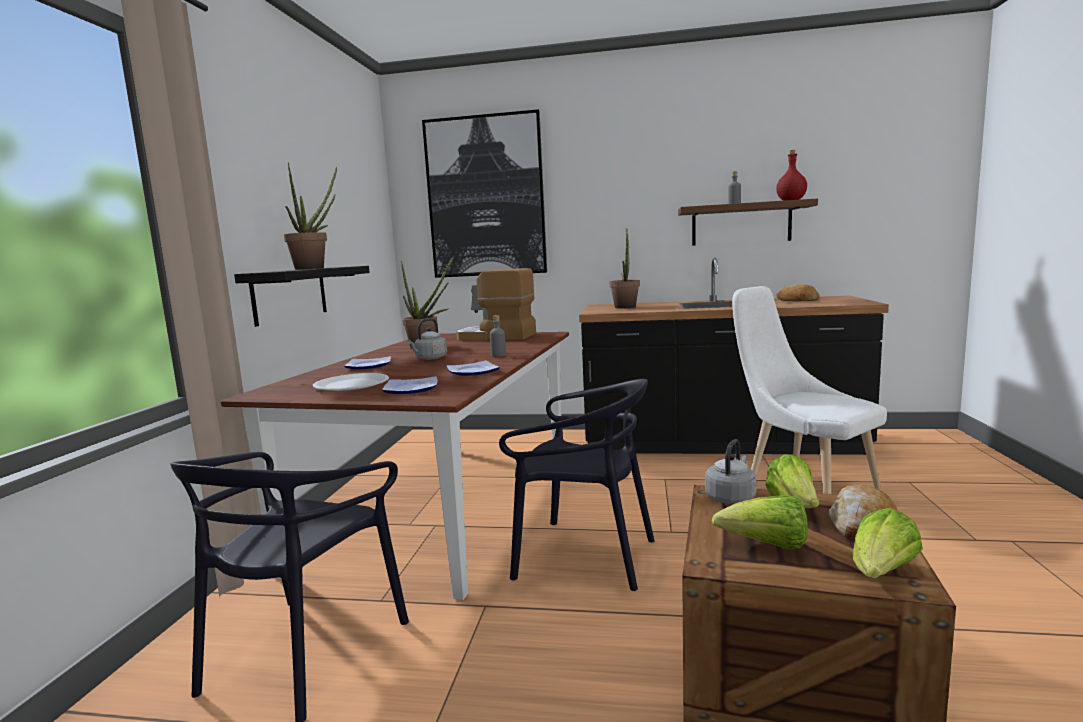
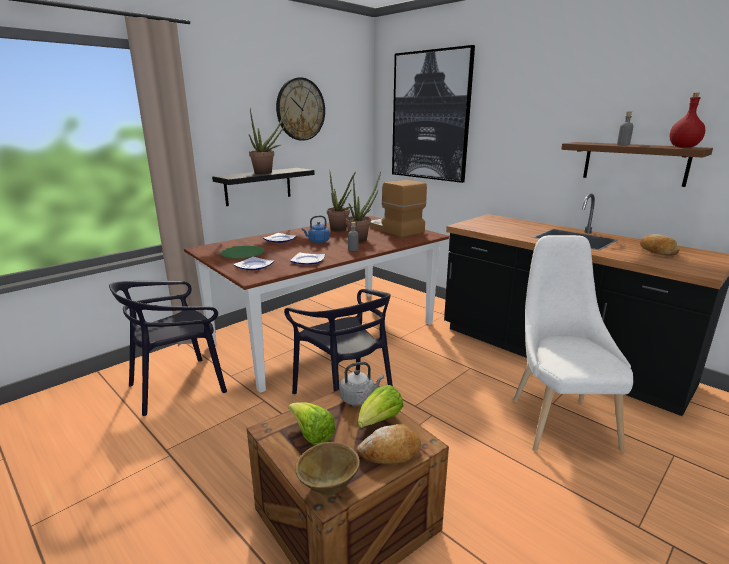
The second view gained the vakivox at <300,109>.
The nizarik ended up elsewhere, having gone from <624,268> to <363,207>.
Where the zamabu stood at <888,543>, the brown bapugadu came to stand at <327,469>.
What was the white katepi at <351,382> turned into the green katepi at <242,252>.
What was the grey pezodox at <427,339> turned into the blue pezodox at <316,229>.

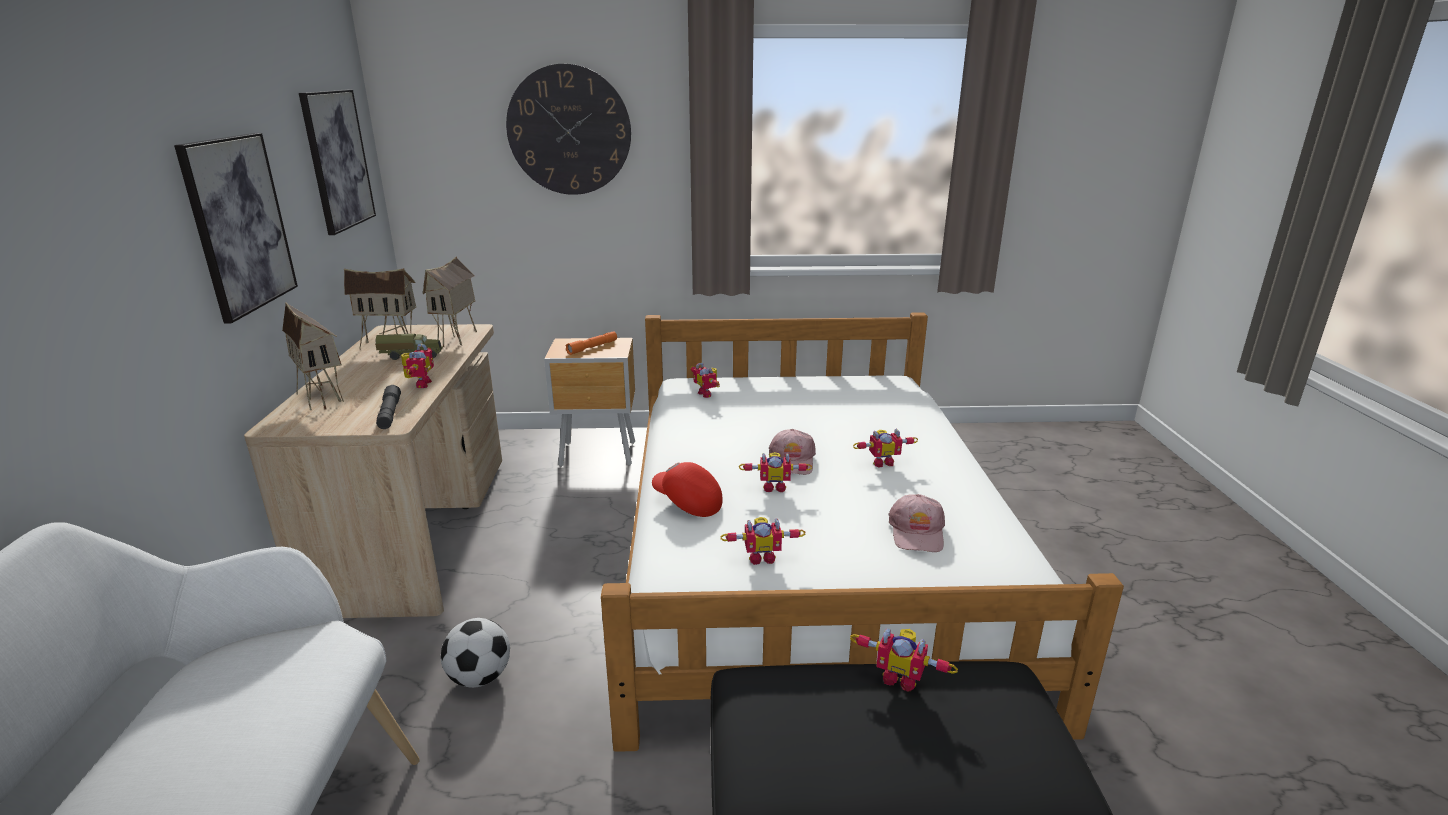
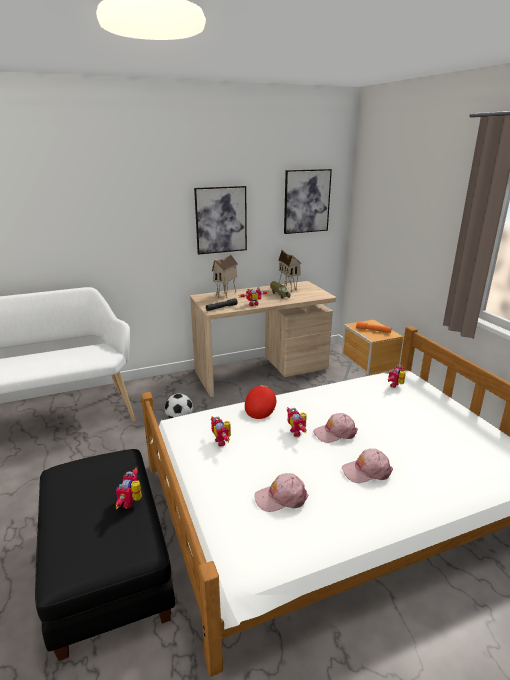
The second view lost the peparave at <450,302>.
The second view lost the vakivox at <568,129>.
Where the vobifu stood at <885,448>, the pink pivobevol came to stand at <367,466>.

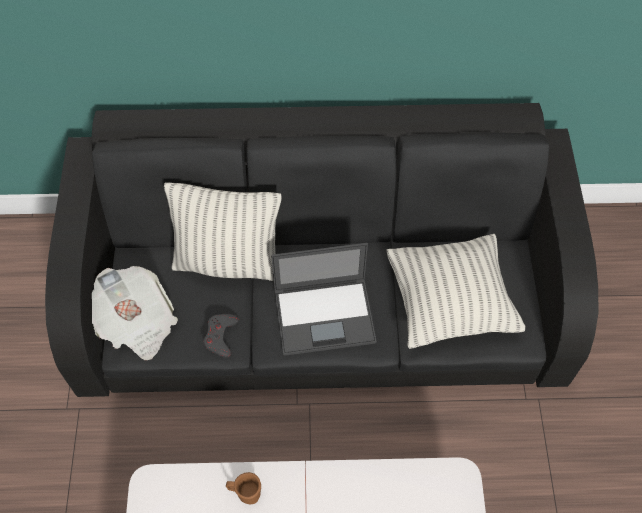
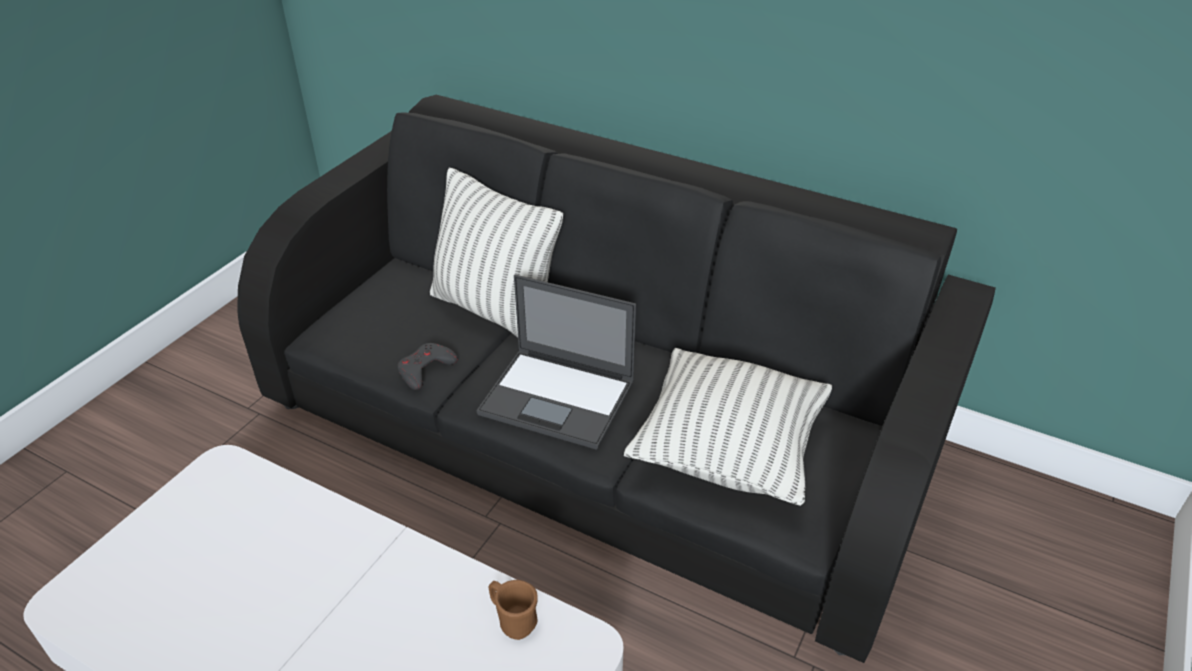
The second view lost the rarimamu at <135,313>.
The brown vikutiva ended up elsewhere, having gone from <243,488> to <513,610>.

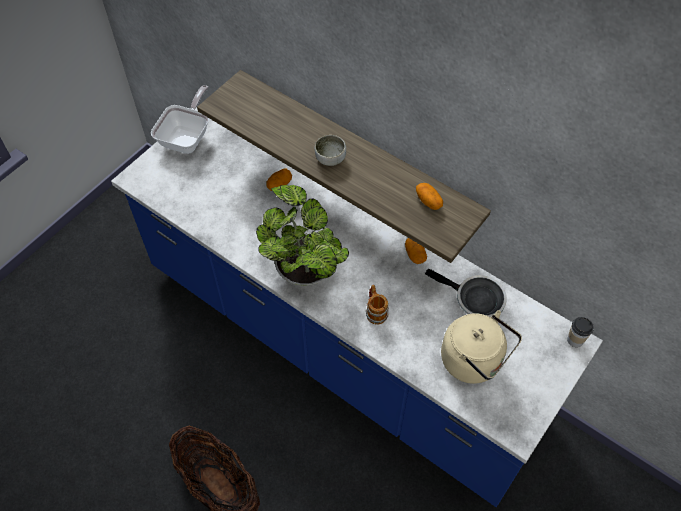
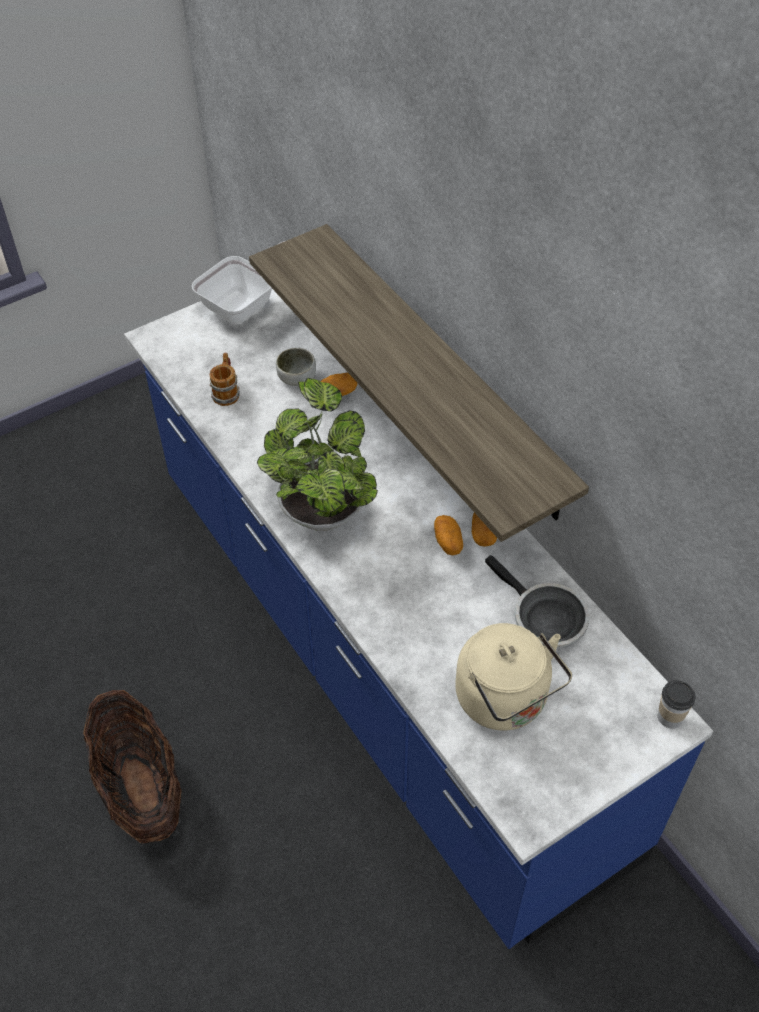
The bapugadu ended up elsewhere, having gone from <330,150> to <296,367>.
The vikutiva ended up elsewhere, having gone from <377,305> to <225,379>.
The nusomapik ended up elsewhere, having gone from <429,196> to <448,535>.

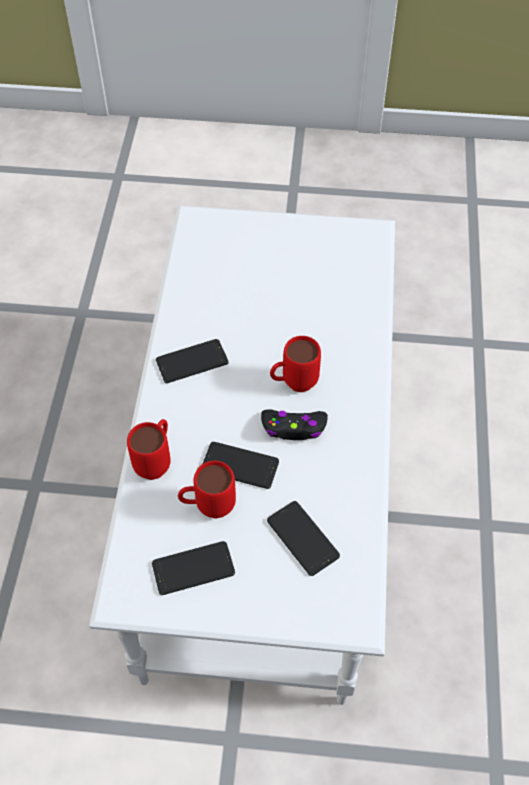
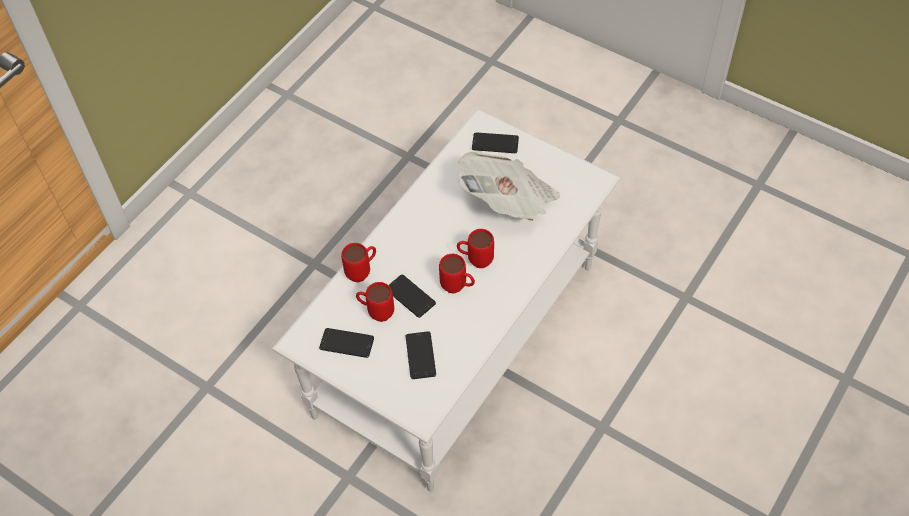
The second view gained the rarimamu at <508,186>.
The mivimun ended up elsewhere, having gone from <192,361> to <495,142>.
Where the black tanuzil stood at <294,424>, the red vikutiva came to stand at <457,273>.

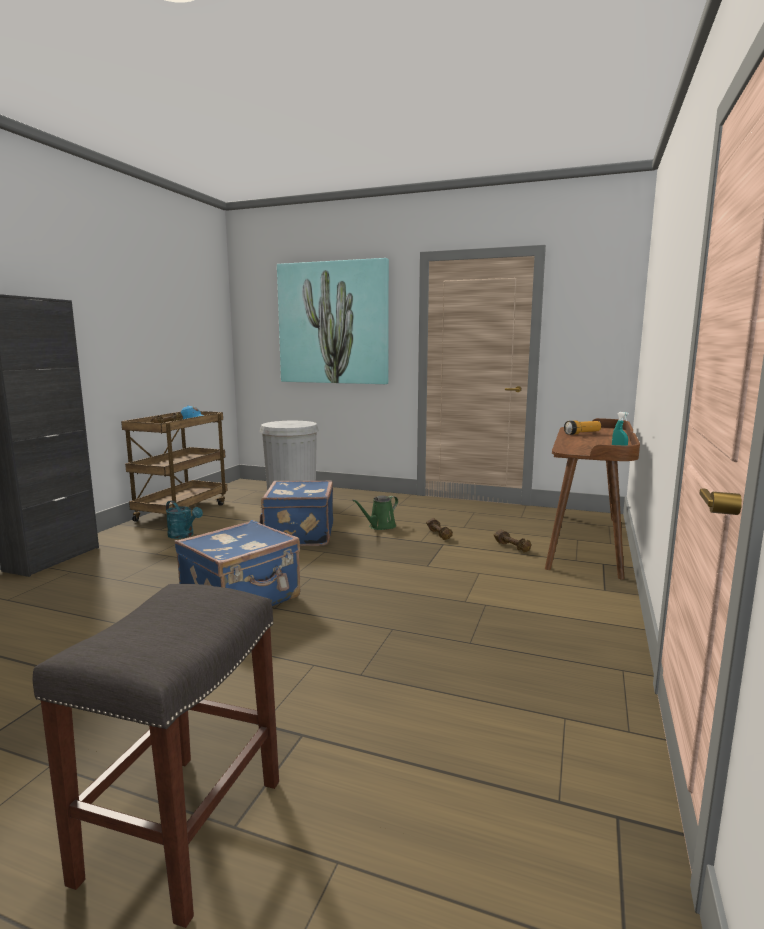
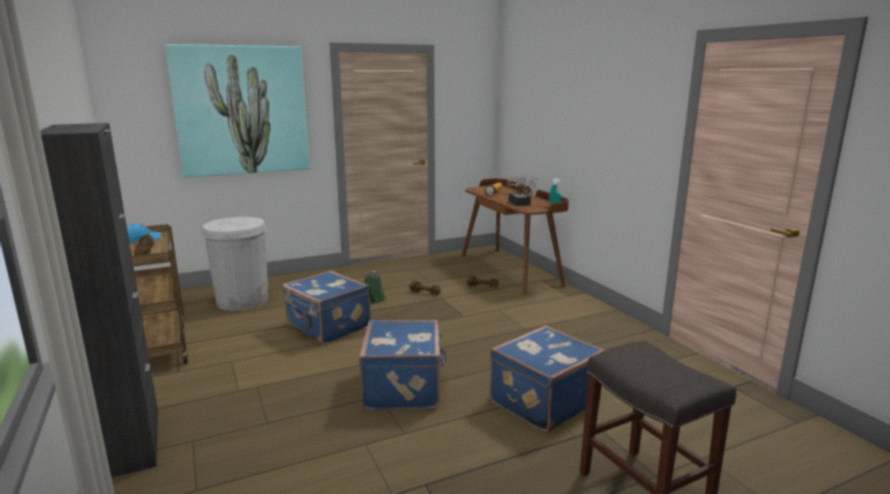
The second view lost the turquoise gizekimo at <184,520>.
The second view gained the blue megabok at <547,379>.
The second view gained the nizarik at <521,190>.

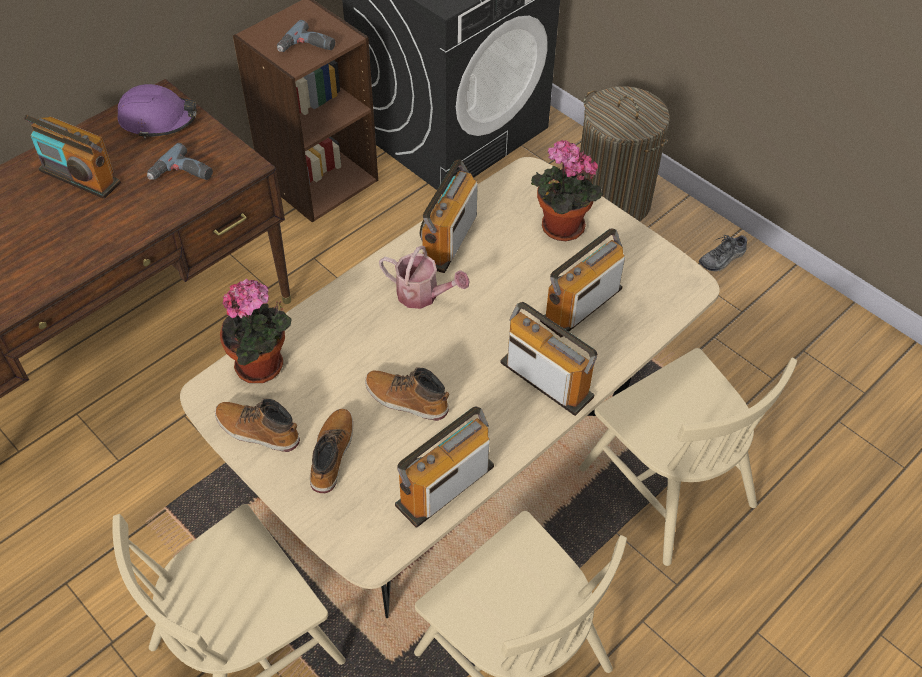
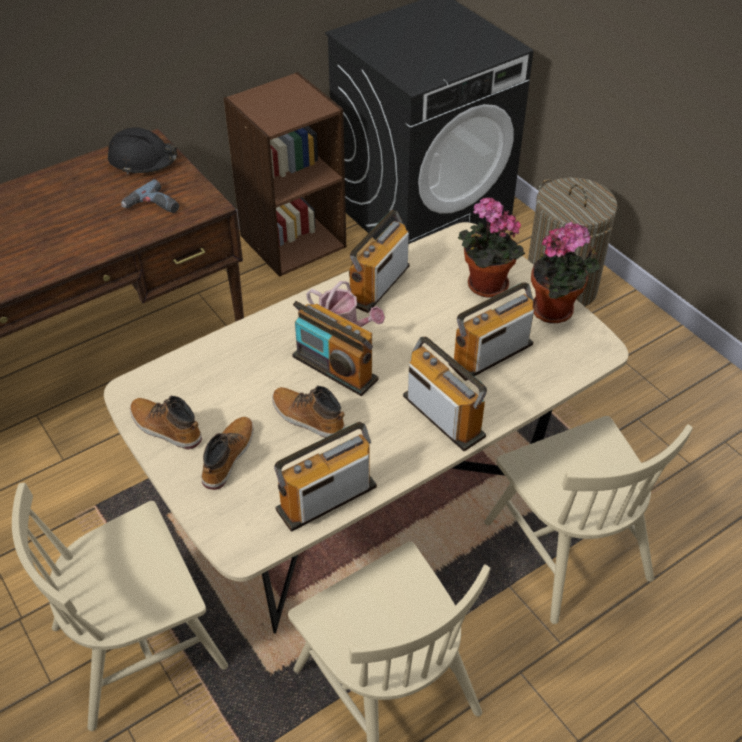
The second view lost the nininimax at <306,36>.
The second view lost the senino at <723,253>.
The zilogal ended up elsewhere, having gone from <72,157> to <335,348>.
The nizarik ended up elsewhere, having gone from <255,331> to <565,272>.
What was the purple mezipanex at <157,111> turned into the black mezipanex at <142,150>.

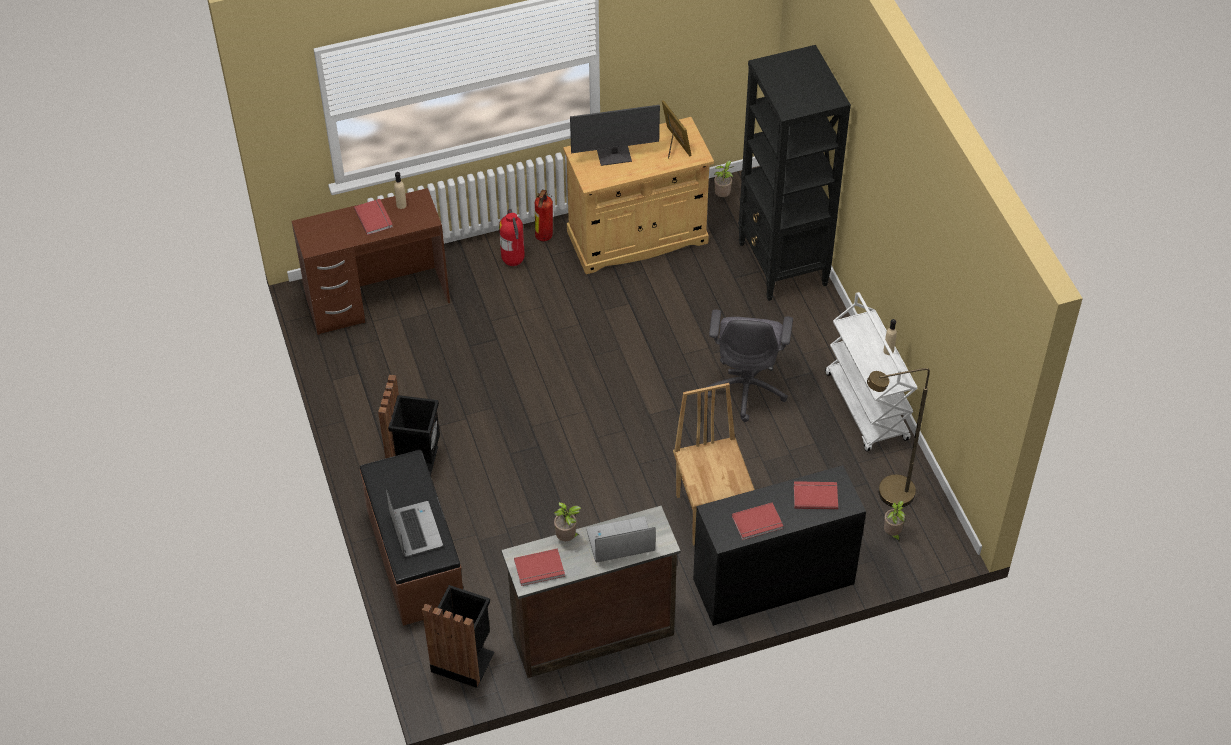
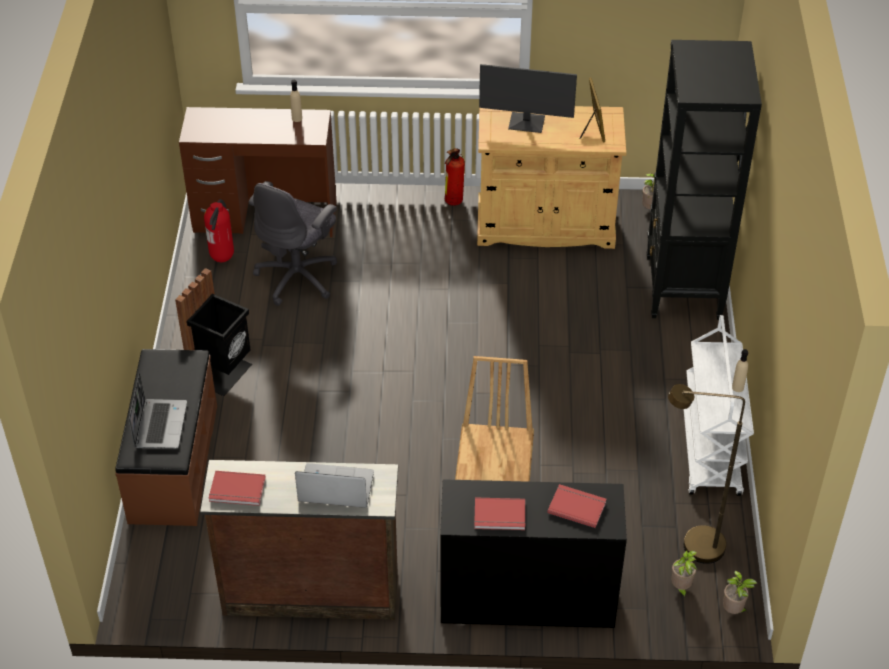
The second view lost the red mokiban at <373,217>.
The second view lost the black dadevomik at <458,636>.
The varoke ended up elsewhere, having gone from <512,237> to <219,230>.
The nizarik ended up elsewhere, having gone from <567,521> to <740,592>.
The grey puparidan ended up elsewhere, having gone from <749,365> to <293,243>.

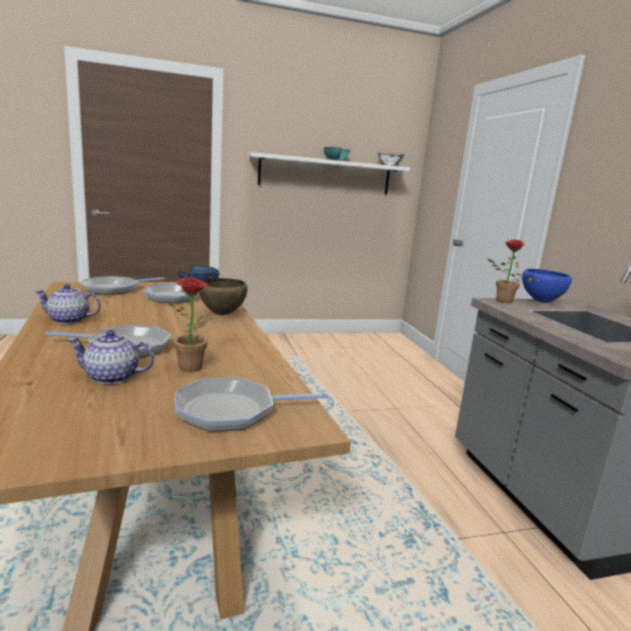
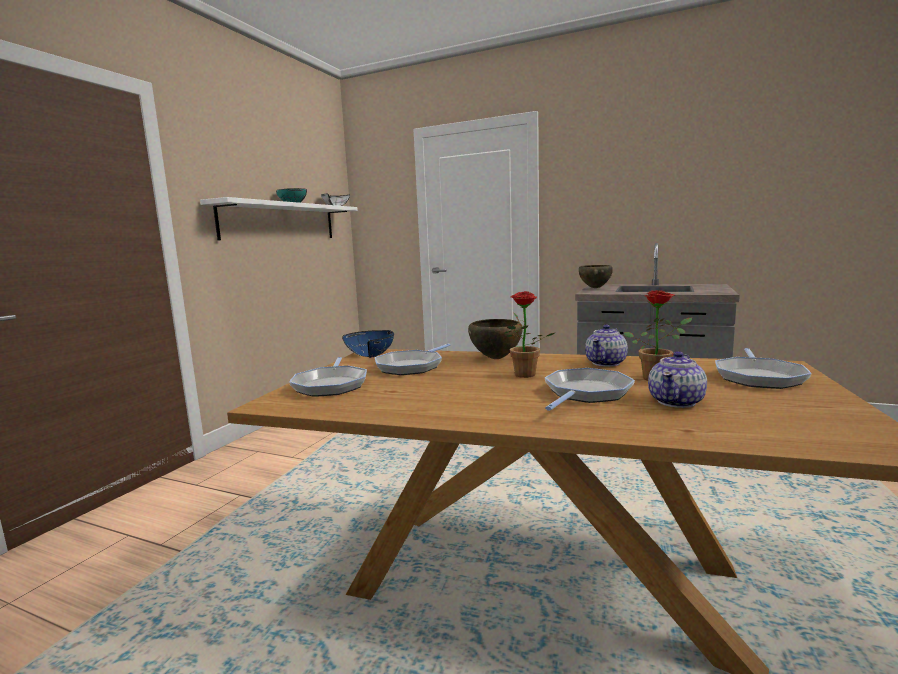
The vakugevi ended up elsewhere, having gone from <67,304> to <606,346>.
The nizarik ended up elsewhere, having gone from <511,271> to <529,334>.
What was the blue bapugadu at <547,286> turned into the brown bapugadu at <596,276>.

